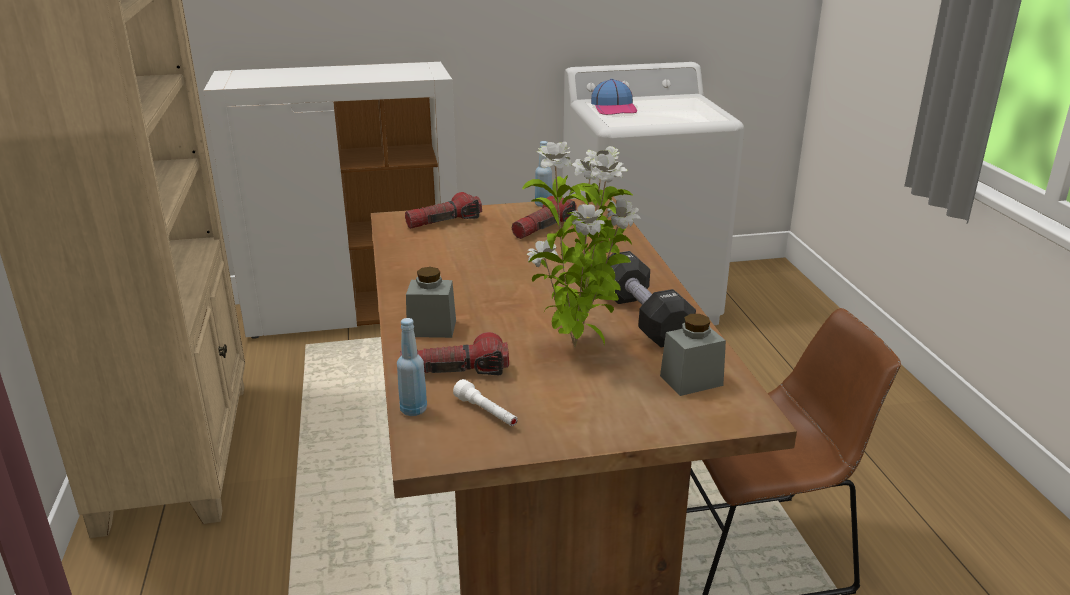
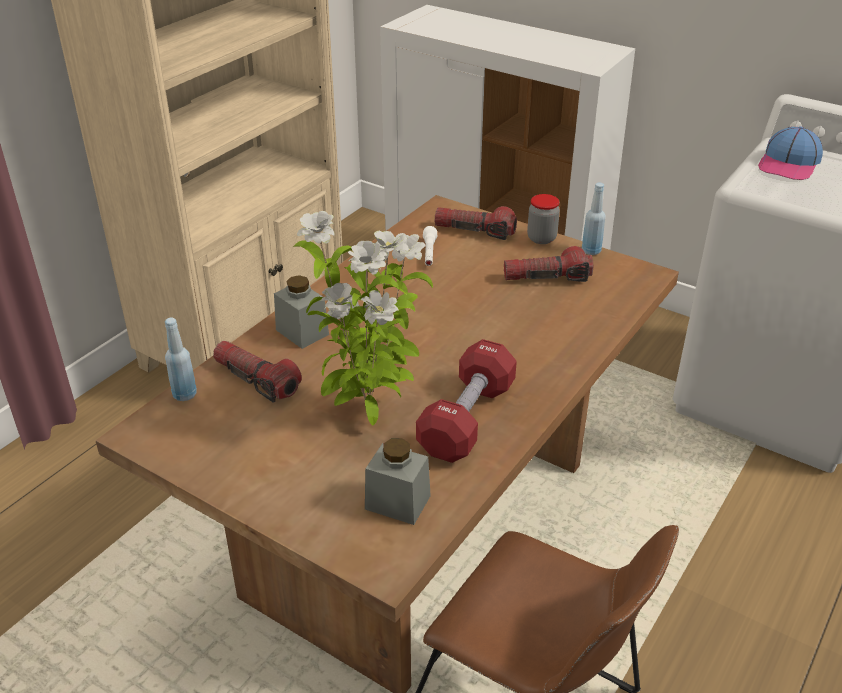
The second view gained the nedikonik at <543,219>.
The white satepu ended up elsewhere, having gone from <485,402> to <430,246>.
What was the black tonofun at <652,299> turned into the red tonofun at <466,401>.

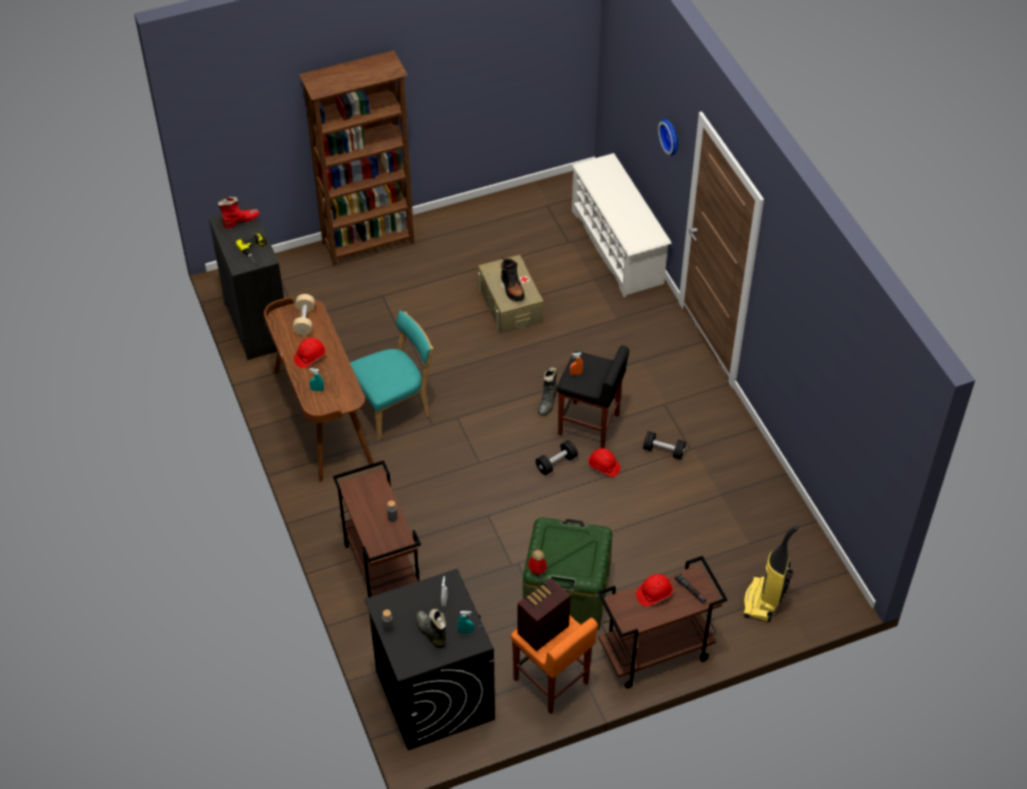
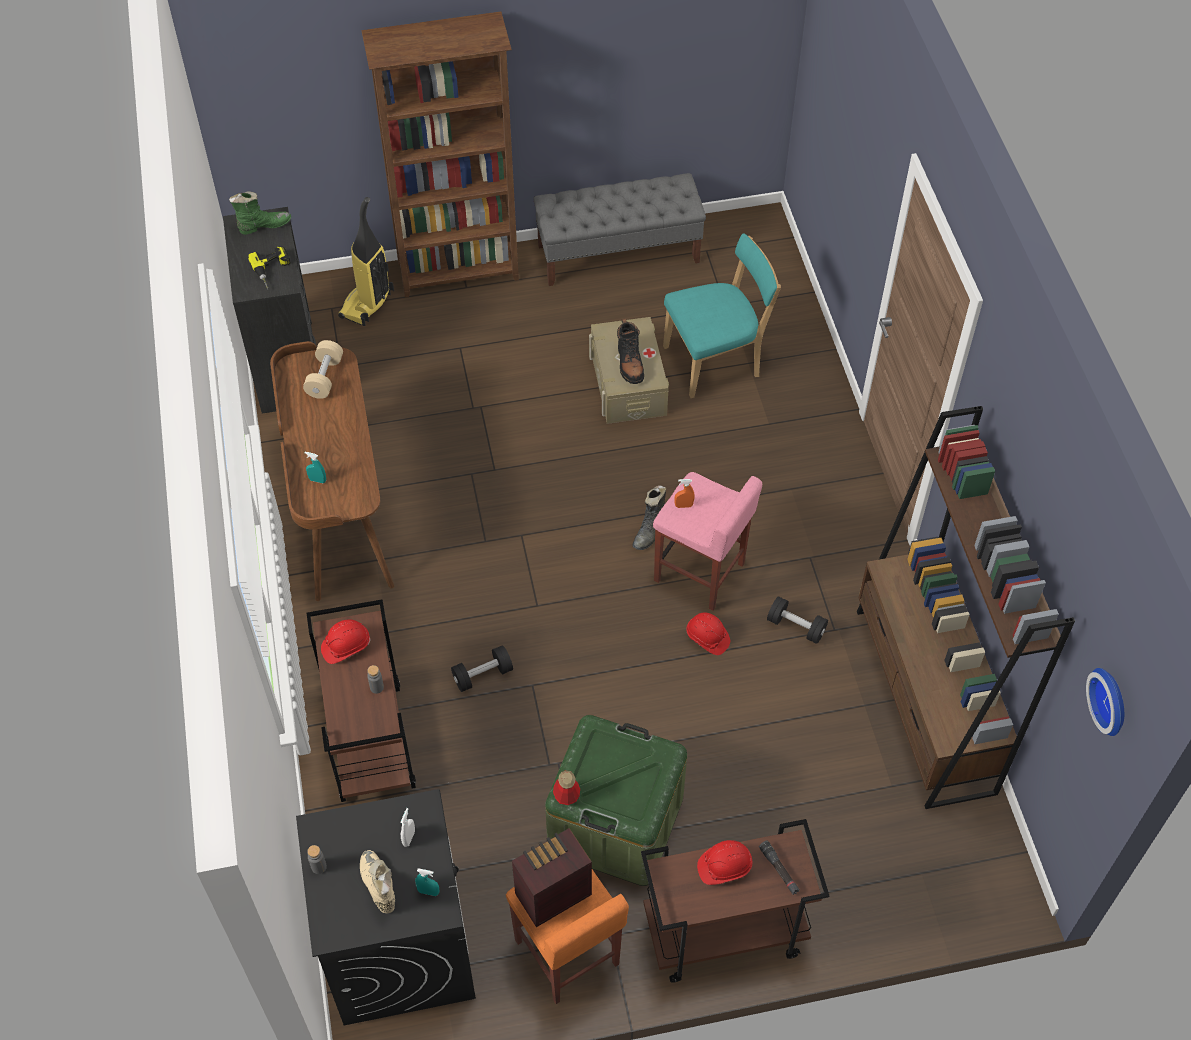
The second view lost the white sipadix at <622,225>.
The second view gained the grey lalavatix at <619,229>.
The second view gained the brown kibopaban at <966,607>.
The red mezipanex ended up elsewhere, having gone from <310,353> to <345,641>.
The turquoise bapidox ended up elsewhere, having gone from <391,375> to <722,315>.
The black tonofun ended up elsewhere, having gone from <557,457> to <482,668>.
The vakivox ended up elsewhere, having gone from <668,137> to <1105,702>.
The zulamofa ended up elsewhere, having gone from <771,573> to <366,261>.
What was the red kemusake at <239,213> turned into the green kemusake at <260,213>.
What was the black kemusake at <431,628> turned into the beige kemusake at <377,881>.
What was the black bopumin at <593,396> turned into the pink bopumin at <707,541>.

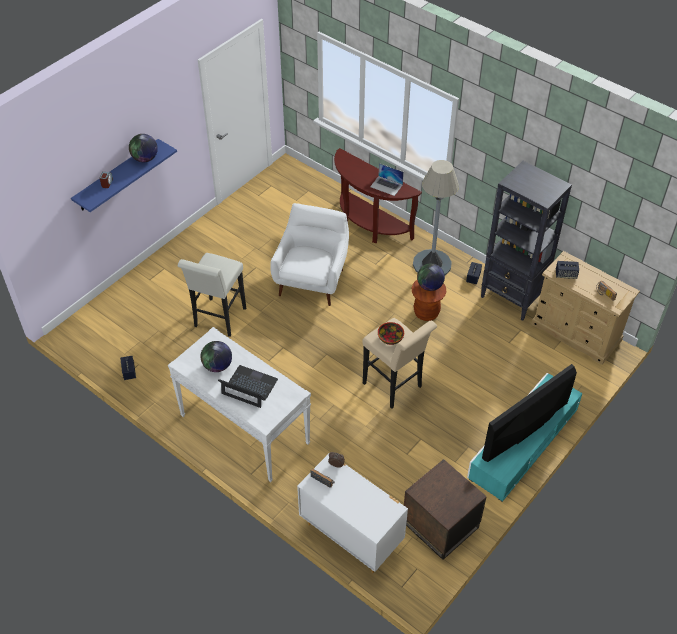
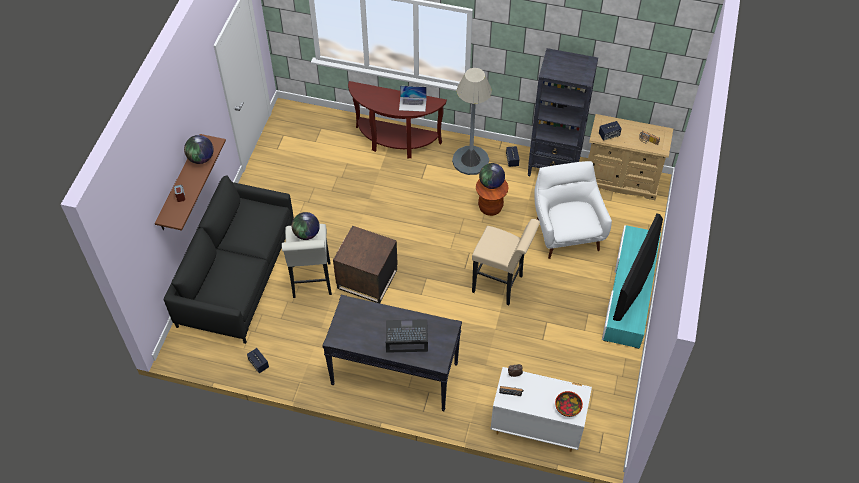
The second view gained the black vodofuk at <229,260>.
The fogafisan ended up elsewhere, having gone from <216,356> to <306,226>.
The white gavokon ended up elsewhere, having gone from <309,254> to <573,210>.
The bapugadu ended up elsewhere, having gone from <391,333> to <569,404>.
The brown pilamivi ended up elsewhere, having gone from <445,509> to <365,264>.
What was the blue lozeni at <124,175> turned into the brown lozeni at <190,182>.
What was the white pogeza at <239,404> turned into the black pogeza at <392,353>.

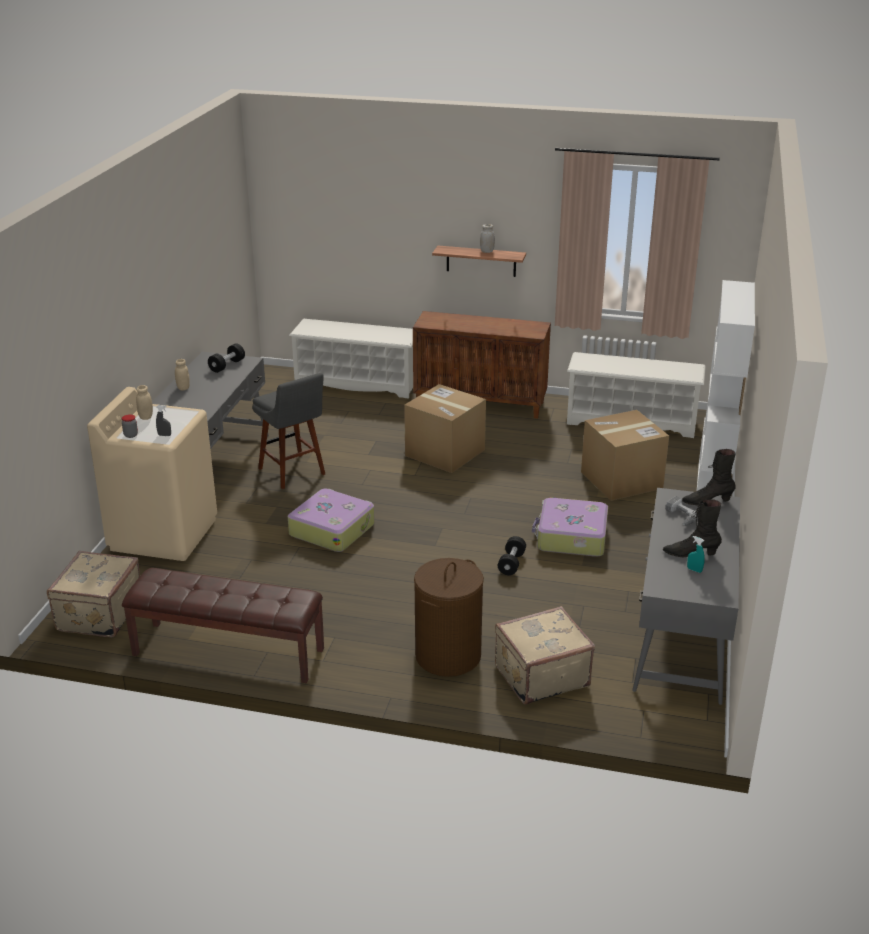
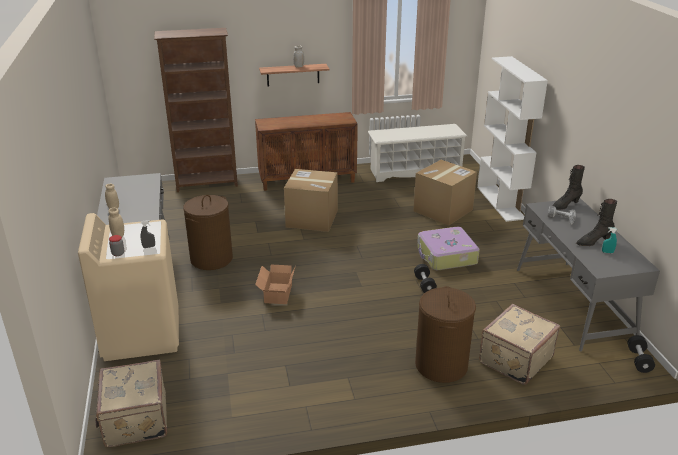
The second view lost the brown lalavatix at <223,625>.
The black tonofun ended up elsewhere, having gone from <226,358> to <641,354>.
Where the grey bopumin stood at <288,431>, the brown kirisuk came to stand at <208,232>.
Where the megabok stood at <331,520>, the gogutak came to stand at <275,284>.
Where the white sipadix stood at <351,358>, the brown kibopaban came to stand at <196,110>.

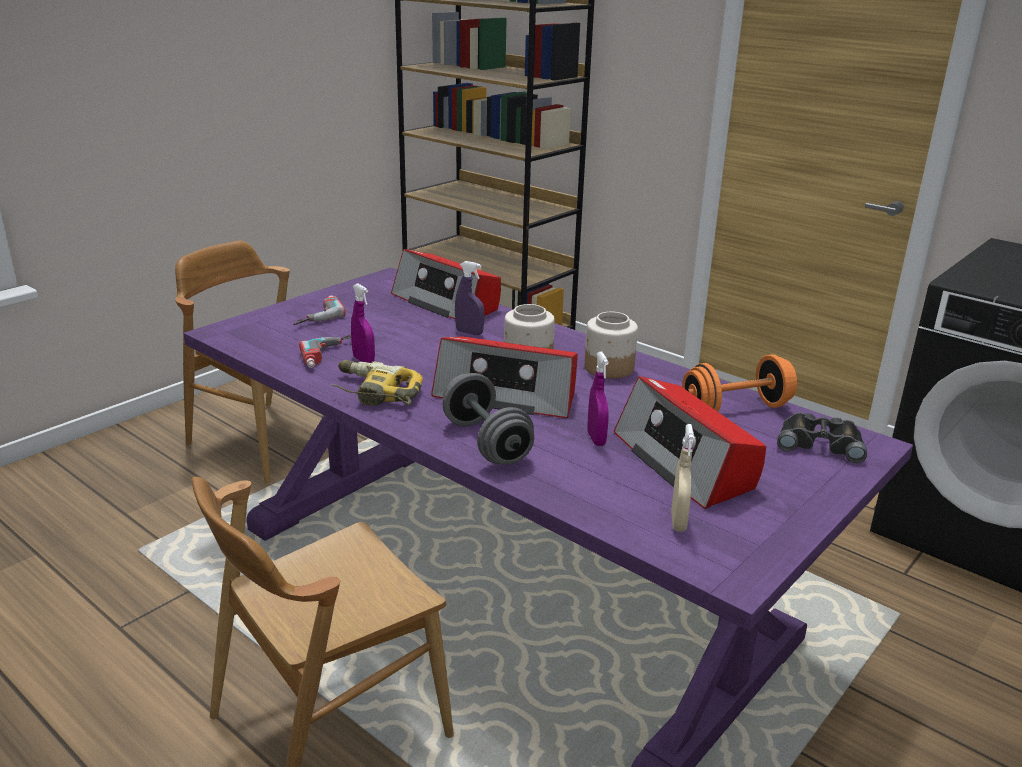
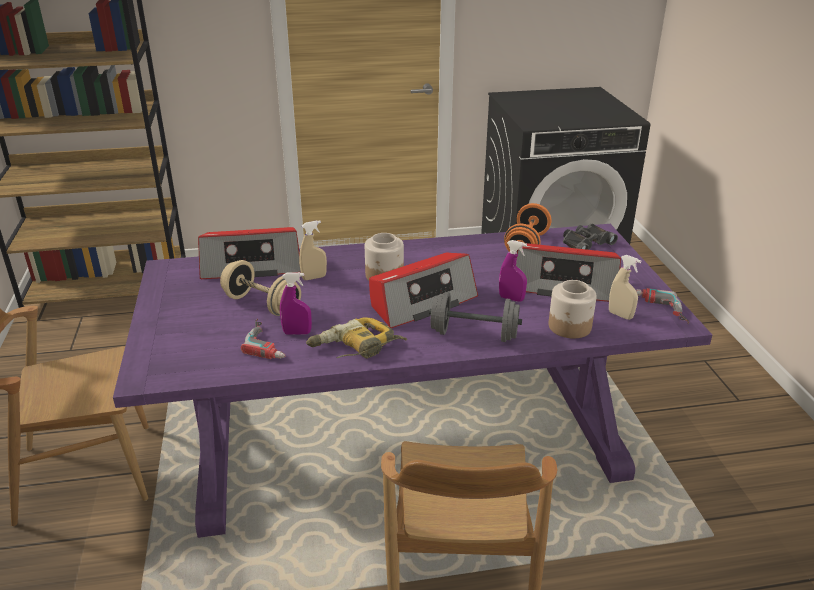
The second view gained the beige tonofun at <260,288>.
The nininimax ended up elsewhere, having gone from <319,310> to <662,306>.
The nedikonik ended up elsewhere, having gone from <611,345> to <572,309>.
What was the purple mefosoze at <470,298> turned into the beige mefosoze at <313,250>.

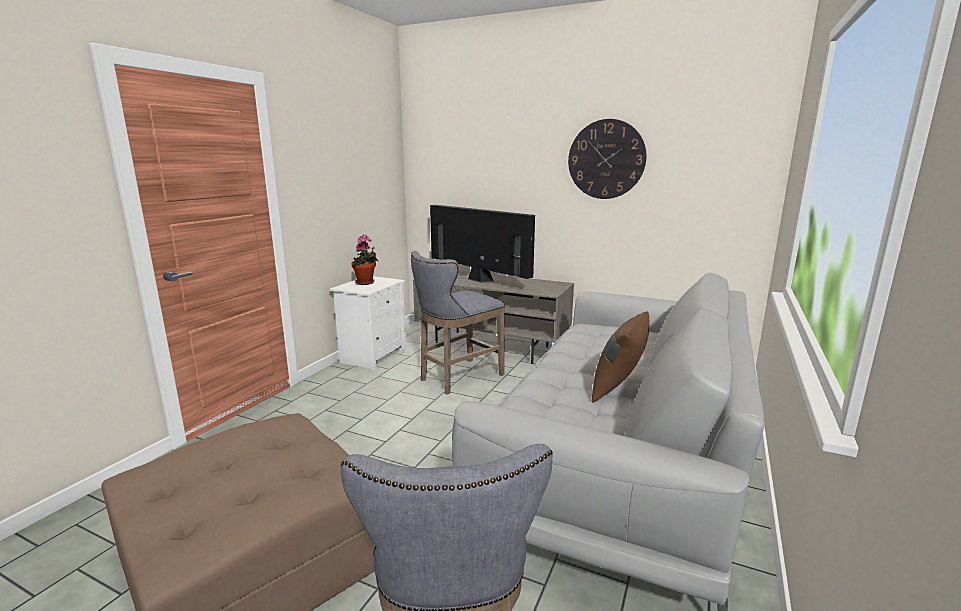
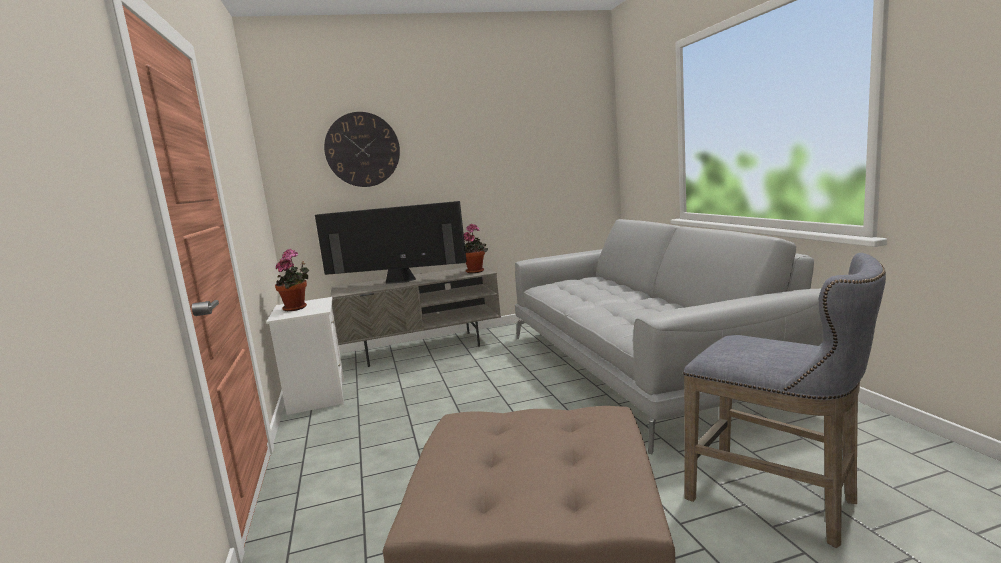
The second view lost the grey bopumin at <458,322>.
The second view lost the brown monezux at <621,357>.
The second view gained the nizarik at <476,248>.
The vakivox ended up elsewhere, having gone from <607,159> to <362,149>.

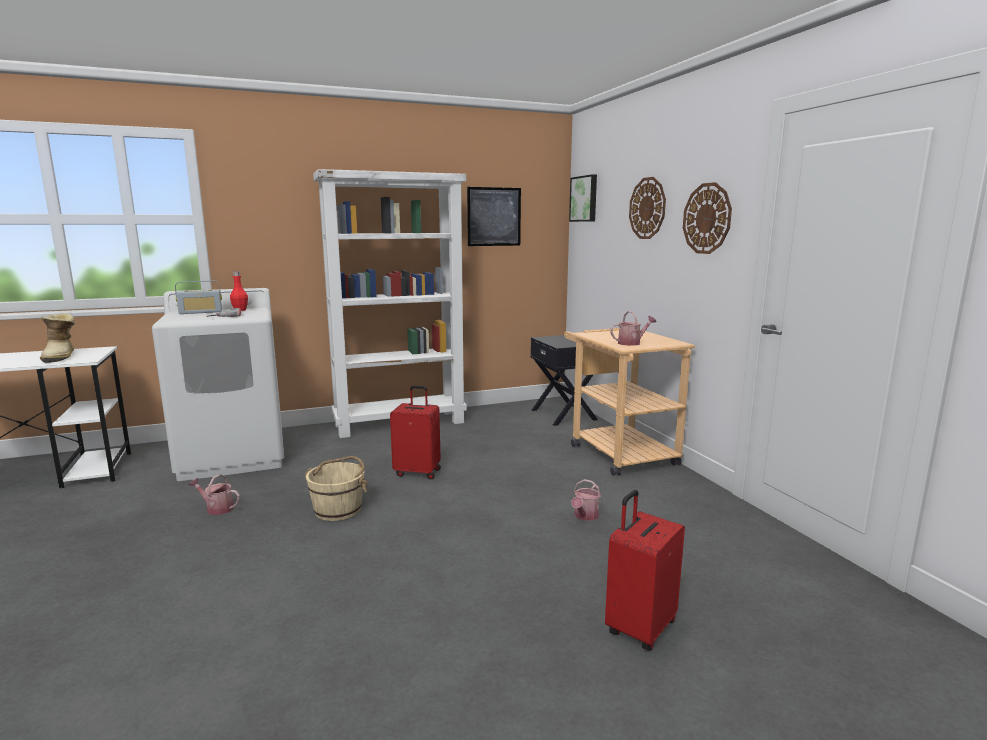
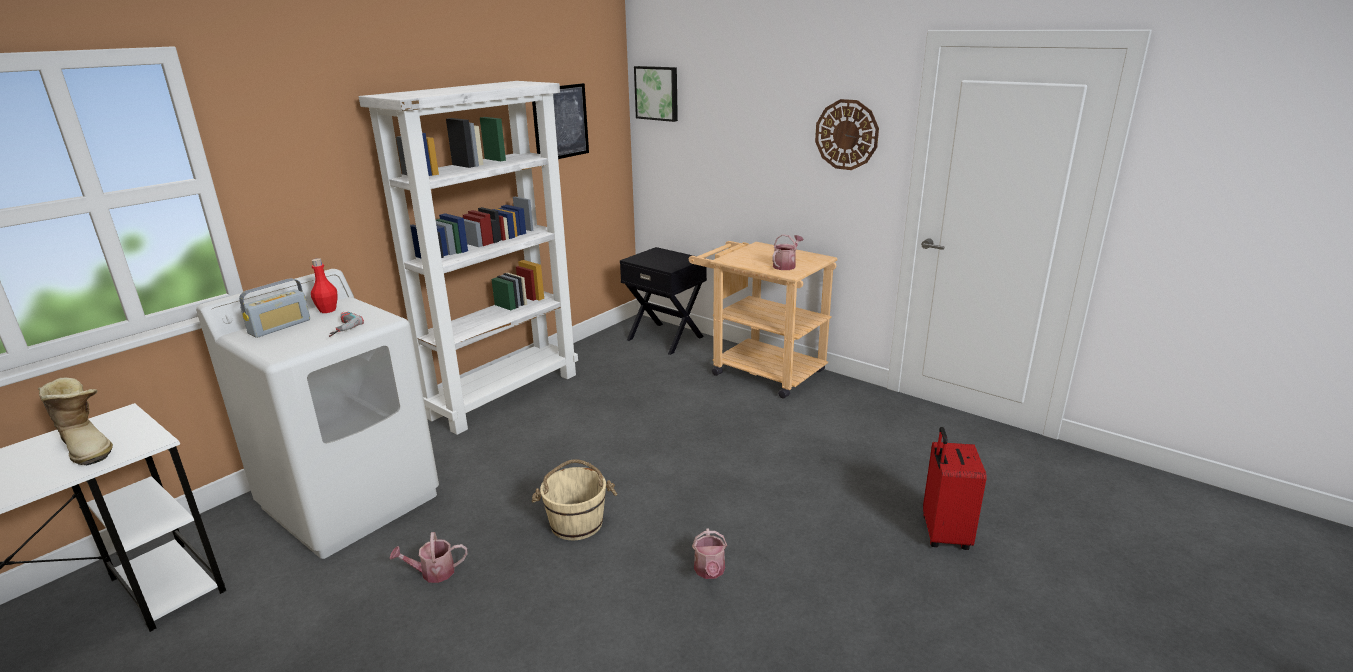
The second view lost the red megabok at <415,432>.
The second view lost the vakivox at <647,208>.
The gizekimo ended up elsewhere, having gone from <586,500> to <709,553>.

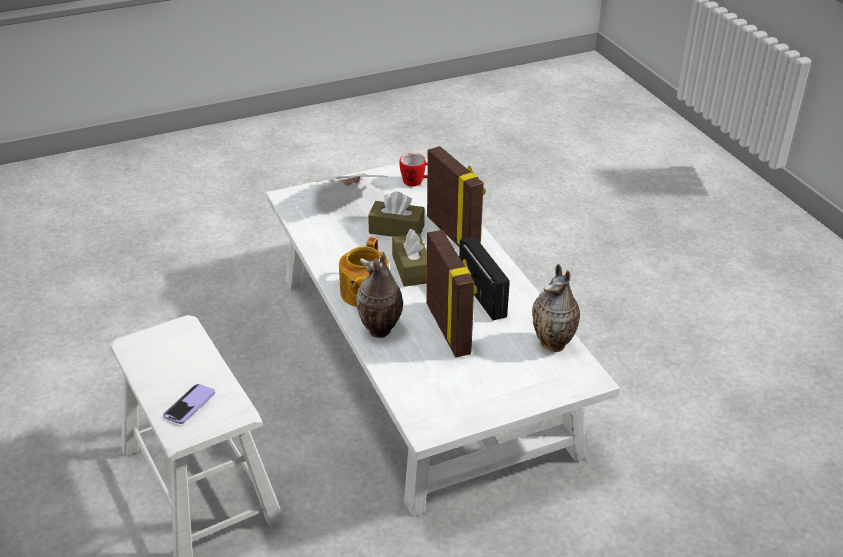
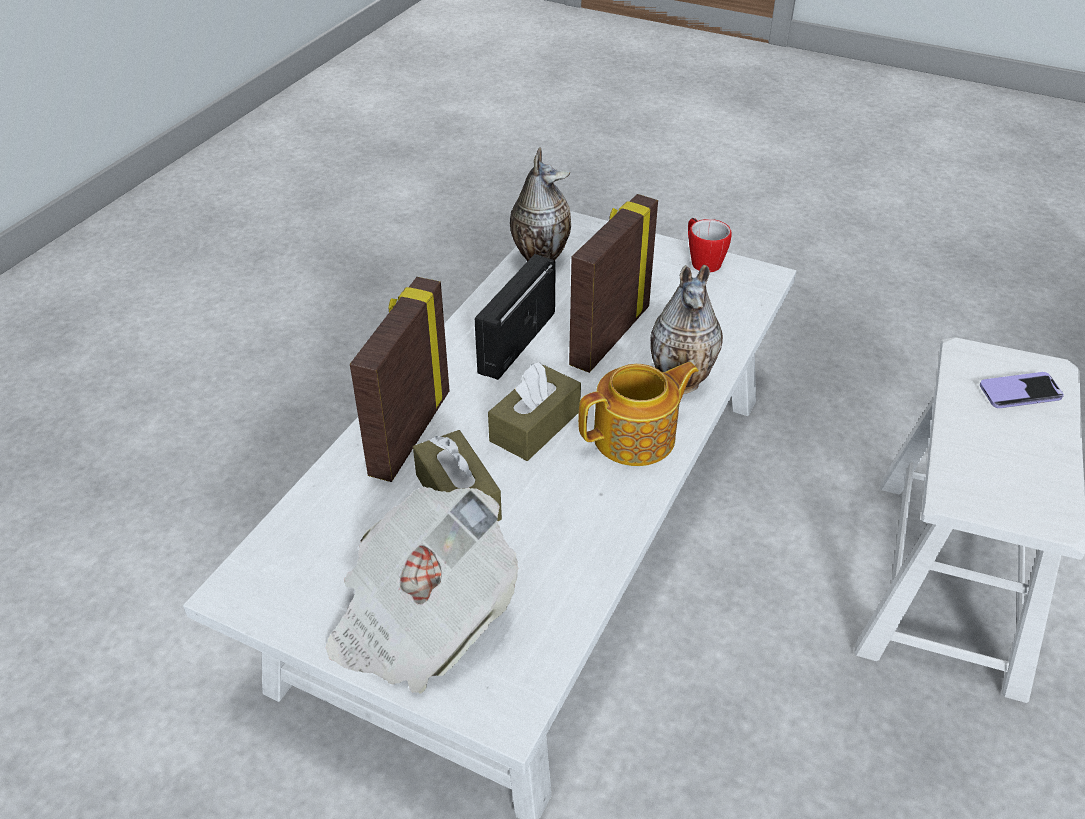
The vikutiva ended up elsewhere, having gone from <413,169> to <710,245>.

